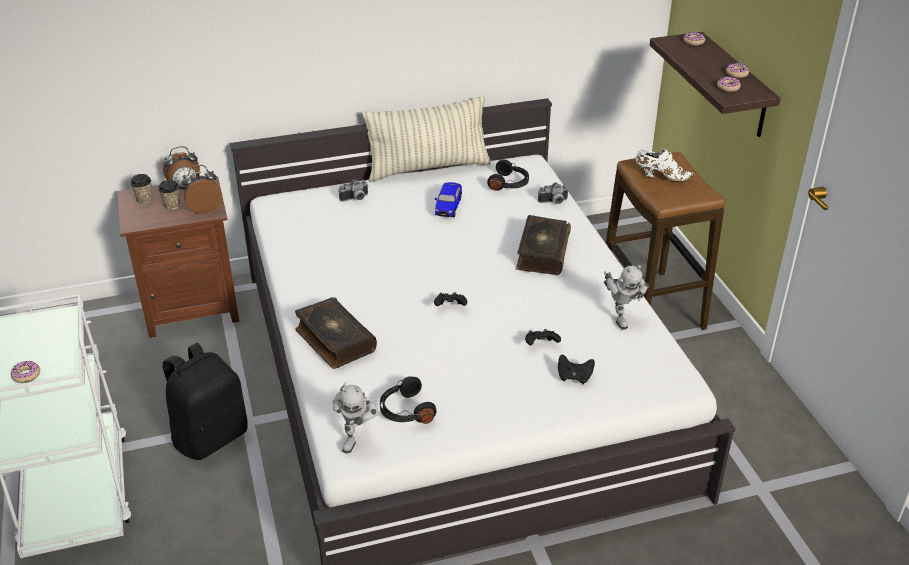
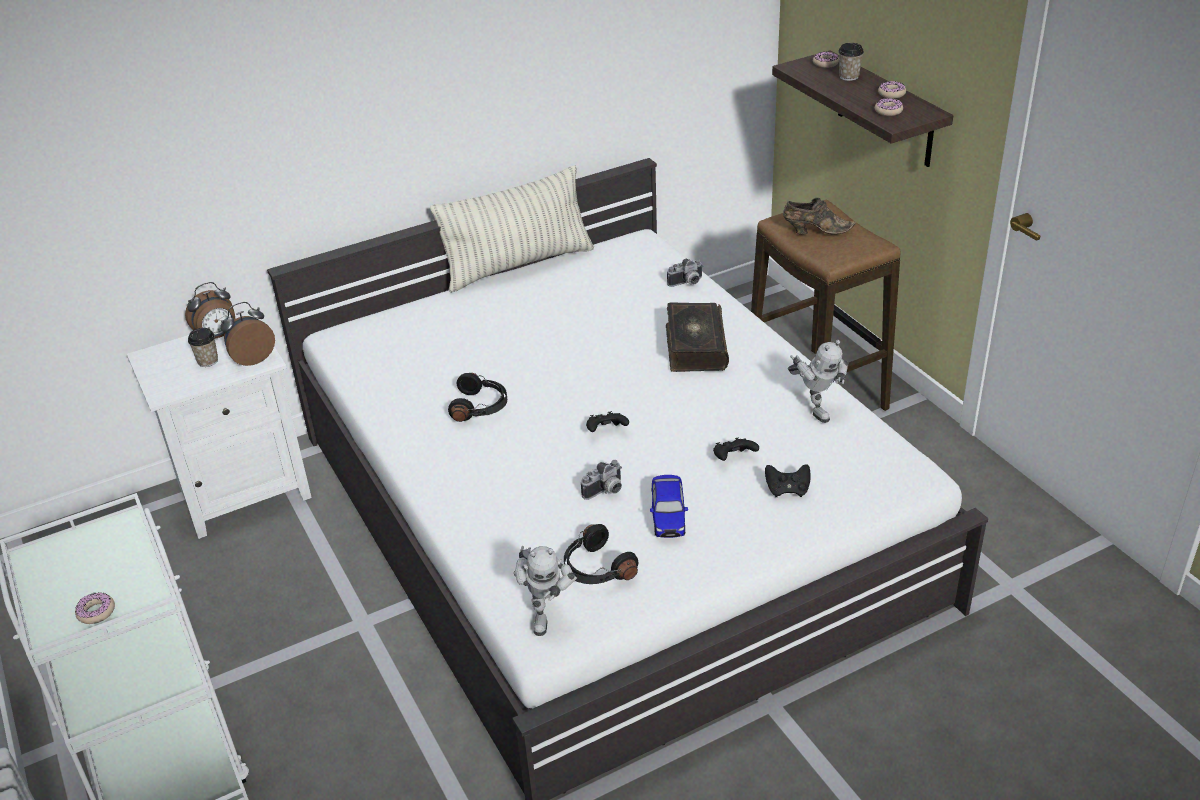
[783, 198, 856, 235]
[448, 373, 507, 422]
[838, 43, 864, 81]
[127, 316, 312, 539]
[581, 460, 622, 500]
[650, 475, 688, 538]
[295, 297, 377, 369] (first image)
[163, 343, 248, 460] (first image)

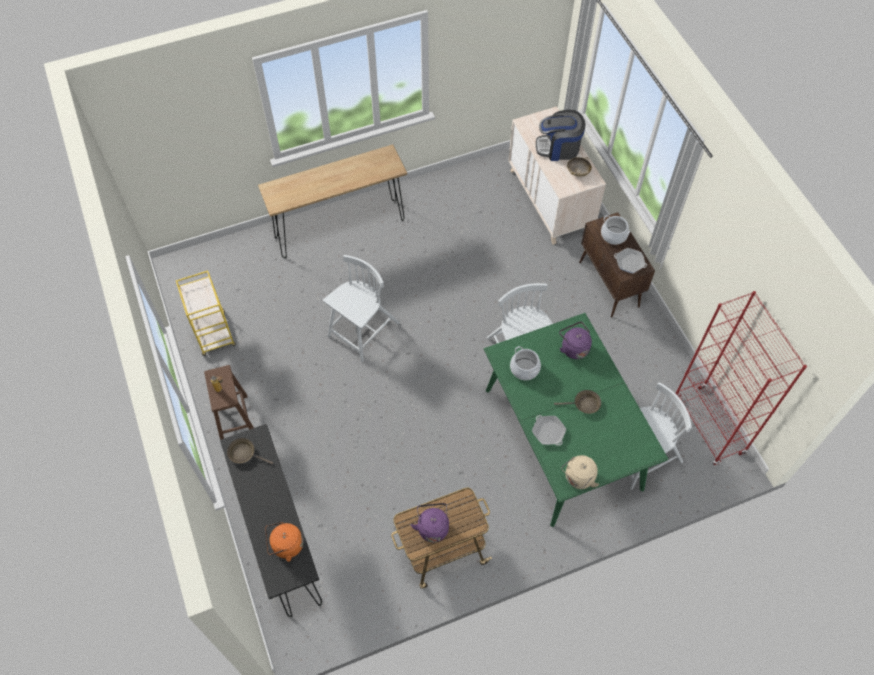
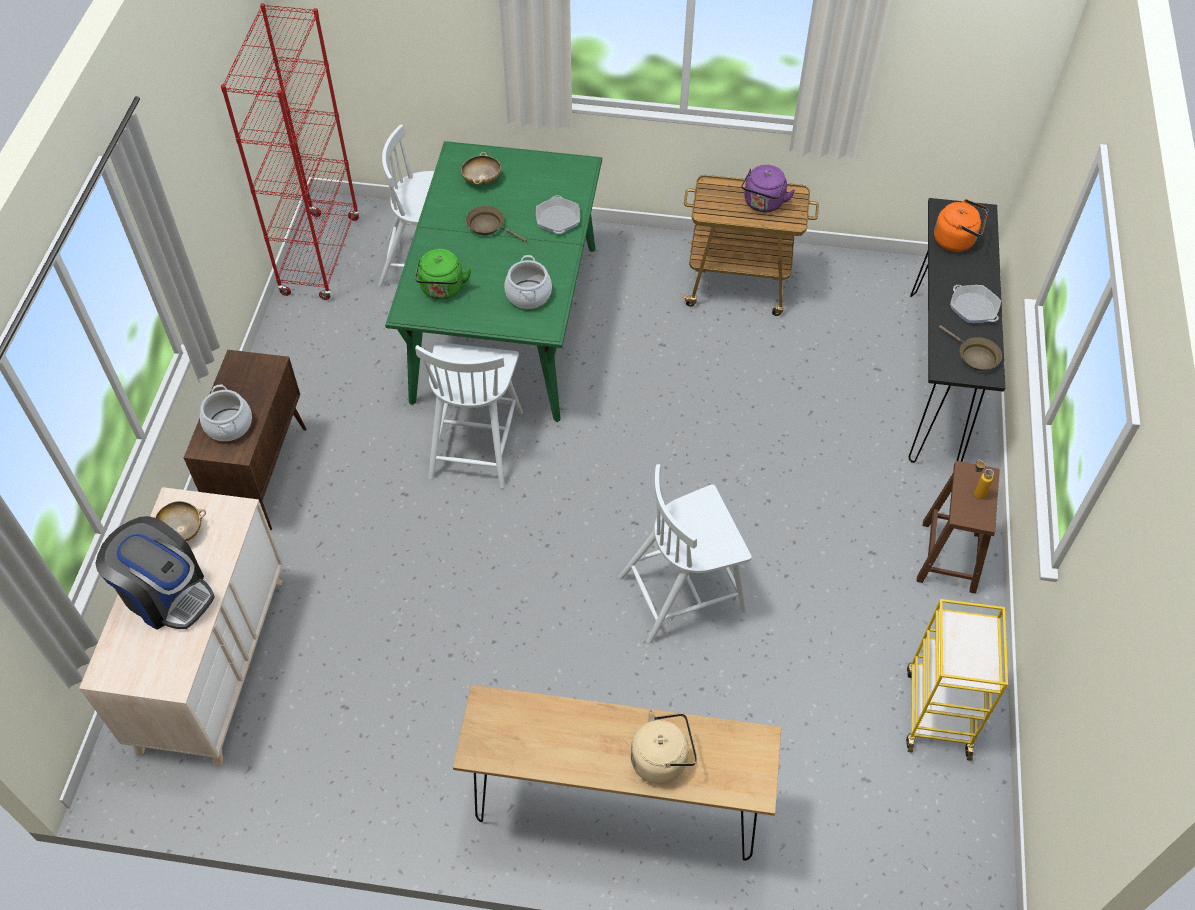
[950, 285, 1001, 323]
[415, 249, 472, 300]
[631, 709, 697, 784]
[461, 152, 501, 185]

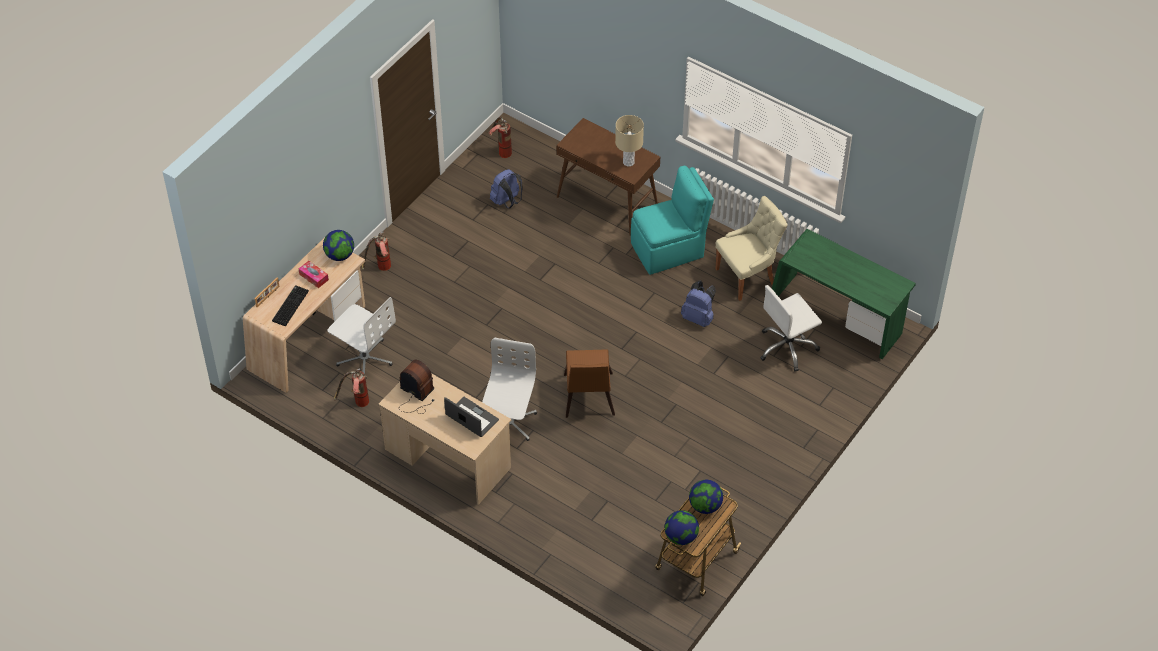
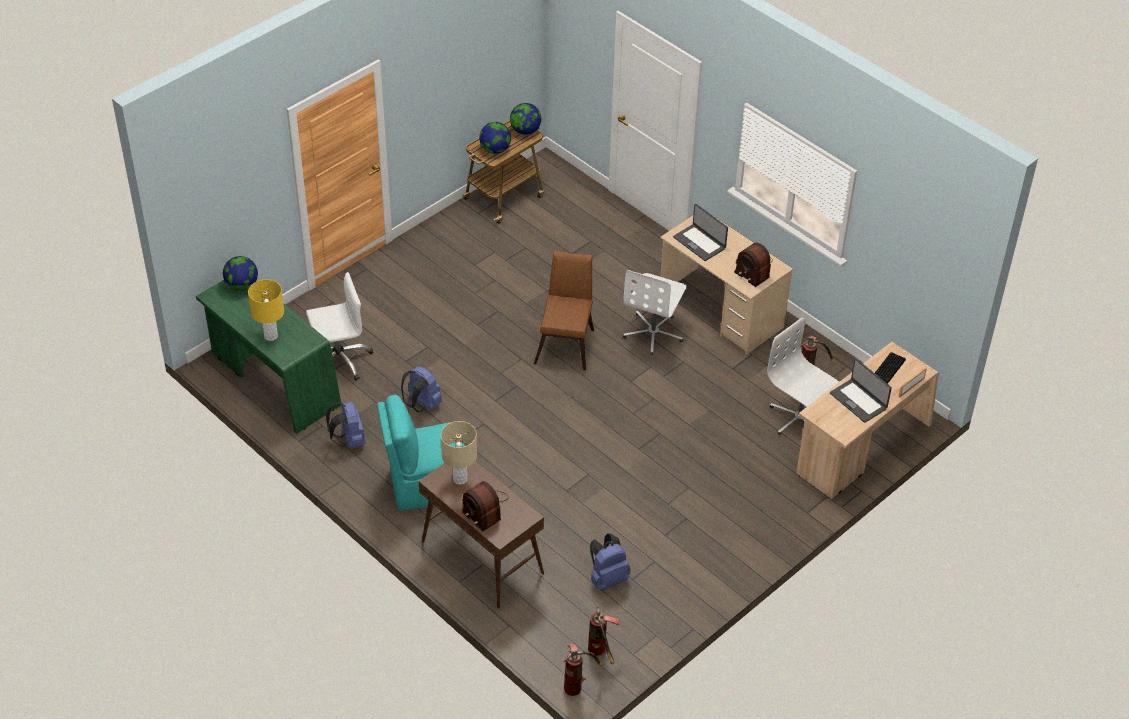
[326, 402, 366, 448]
[223, 256, 258, 291]
[563, 644, 604, 696]
[830, 358, 892, 423]
[248, 279, 284, 341]
[462, 481, 509, 531]

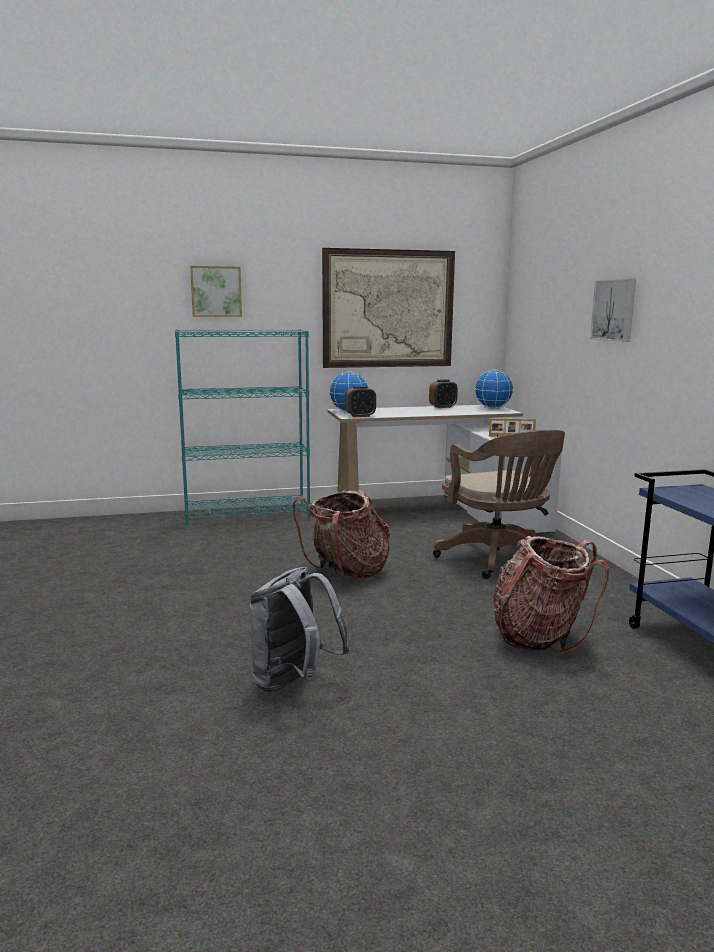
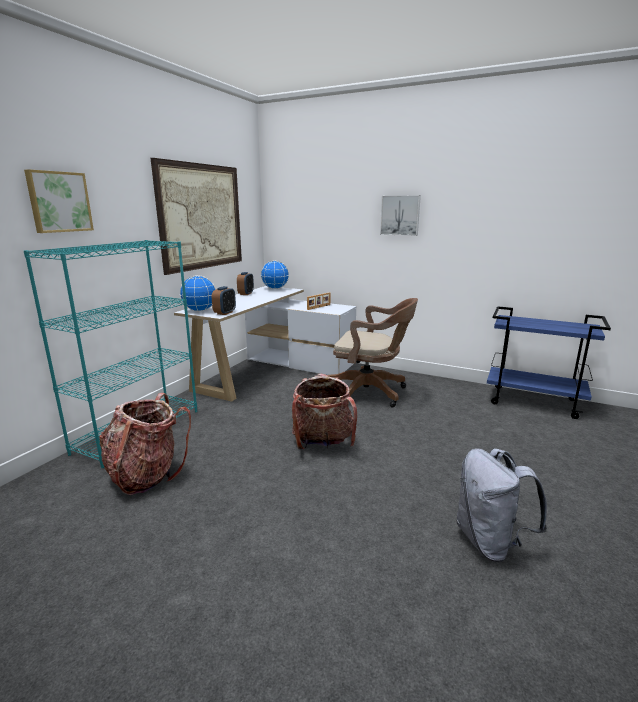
[99, 393, 191, 495]

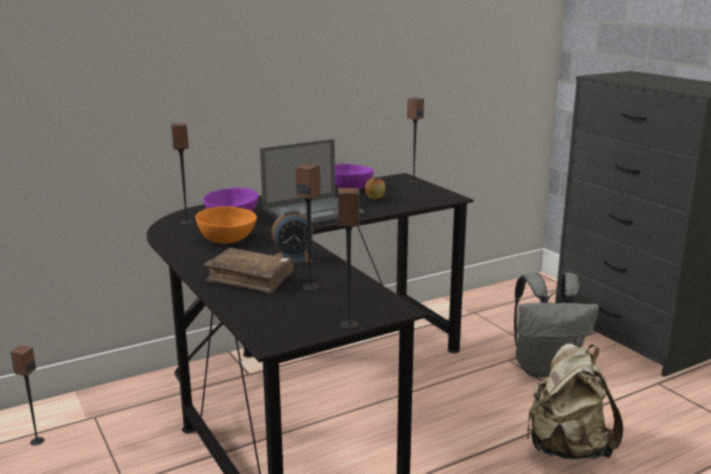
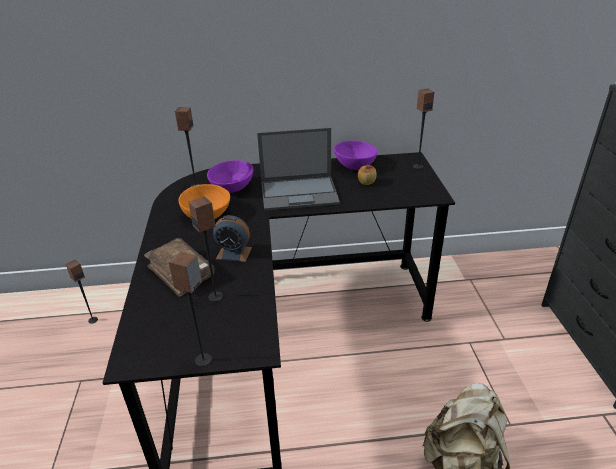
[514, 273, 599, 377] (first image)

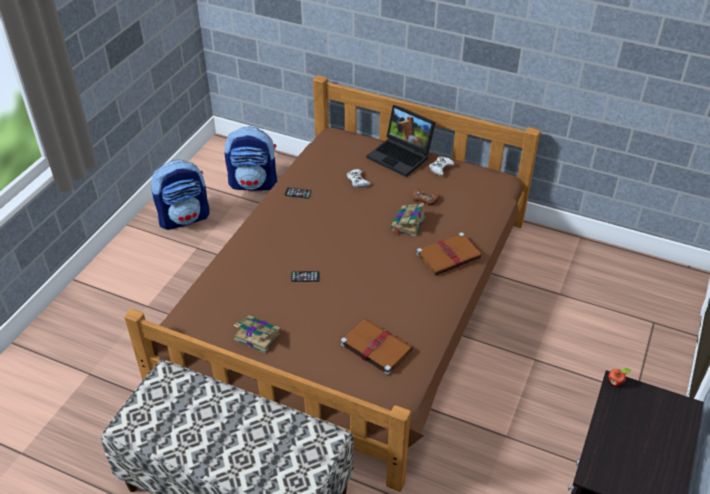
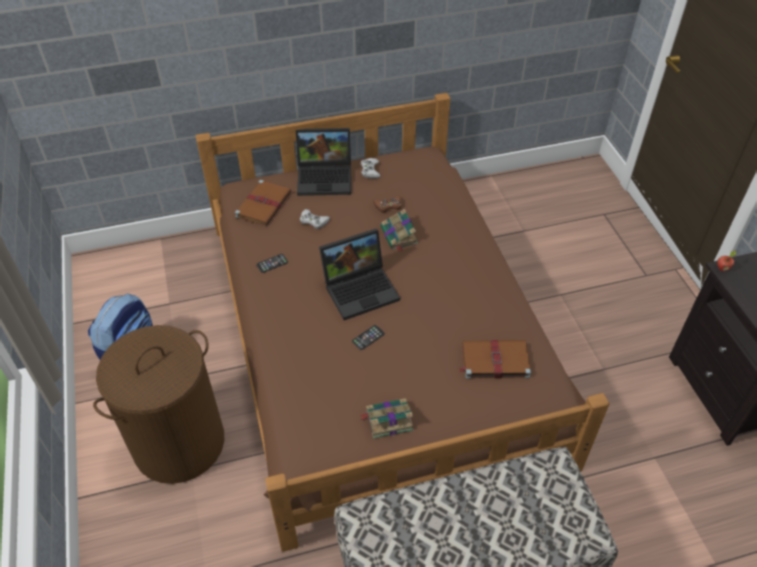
[225, 126, 278, 191] (first image)
[235, 180, 291, 226]
[319, 229, 400, 320]
[93, 325, 225, 484]

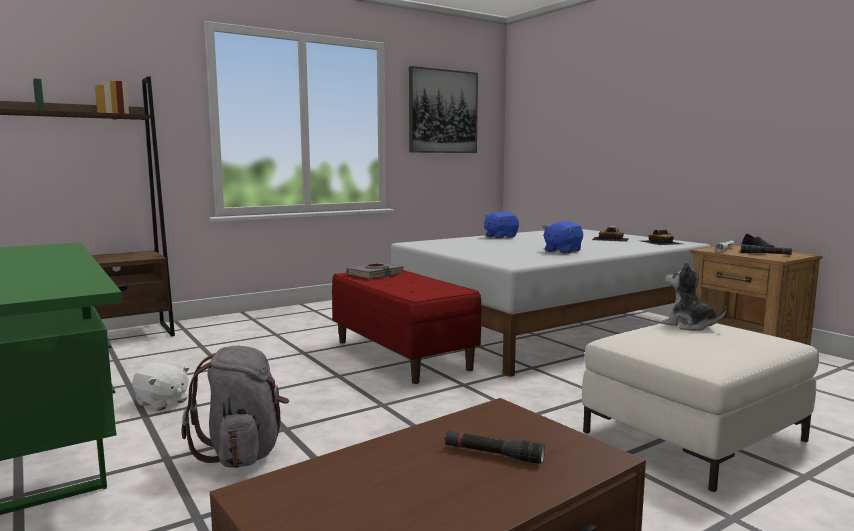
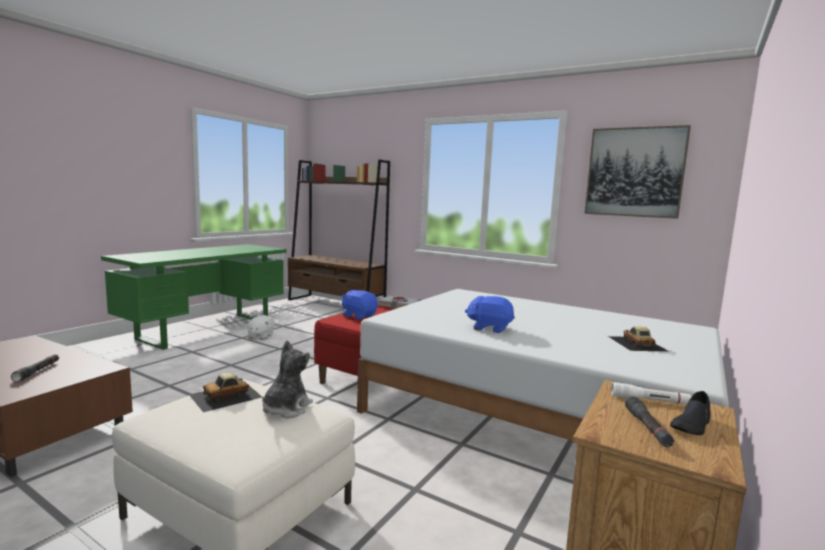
[342, 290, 378, 320]
[189, 373, 262, 412]
[182, 346, 289, 468] (first image)

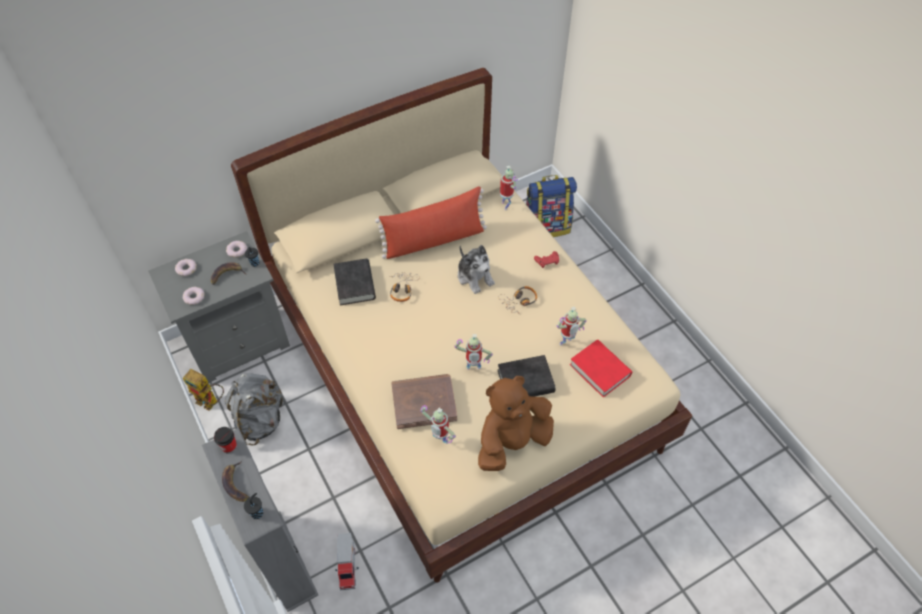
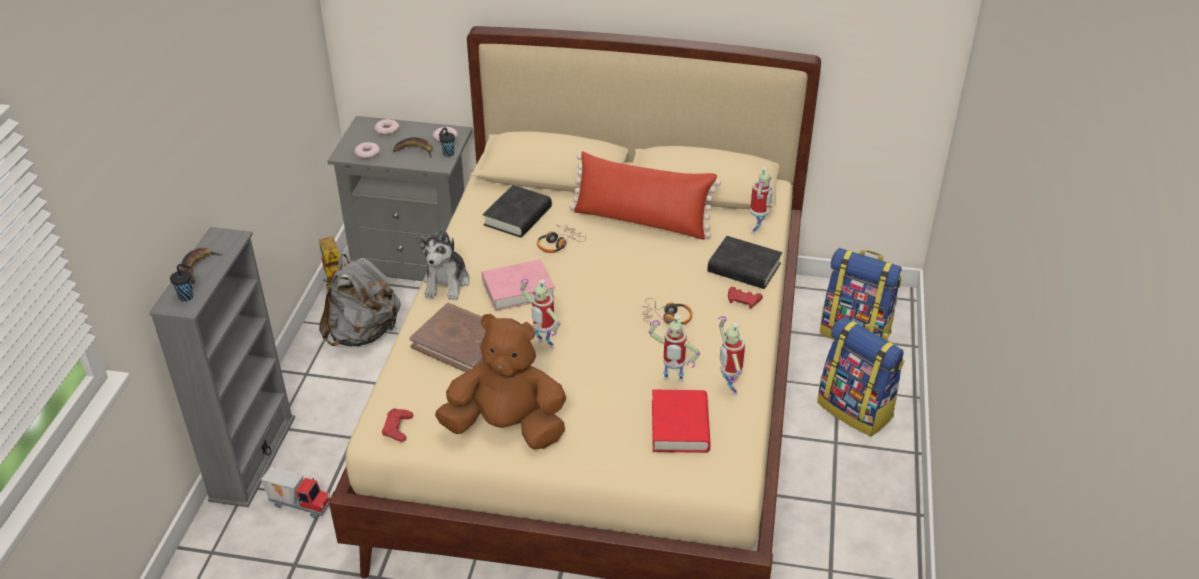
[416, 229, 470, 300]
[707, 236, 782, 289]
[718, 316, 745, 396]
[214, 427, 237, 454] (first image)
[261, 467, 330, 518]
[482, 259, 555, 311]
[817, 317, 905, 436]
[382, 409, 413, 442]

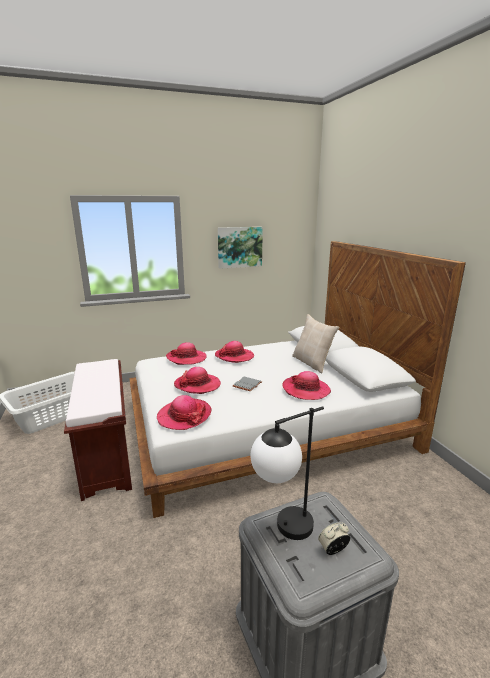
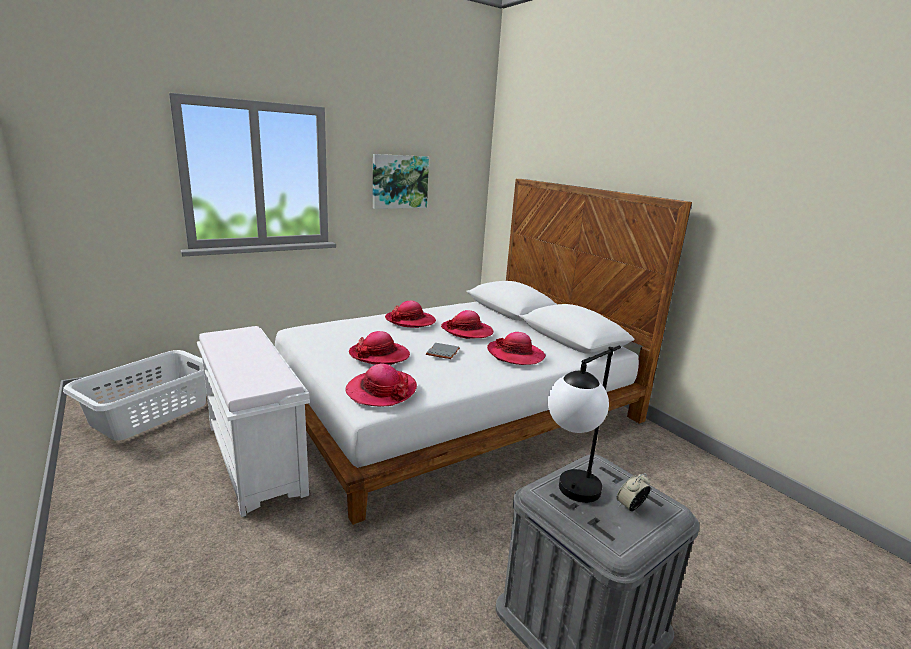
[292, 314, 339, 373] (first image)
[441, 310, 494, 339]
[197, 326, 310, 517]

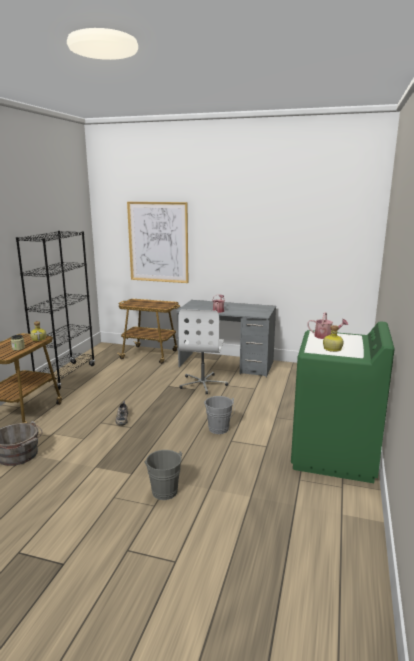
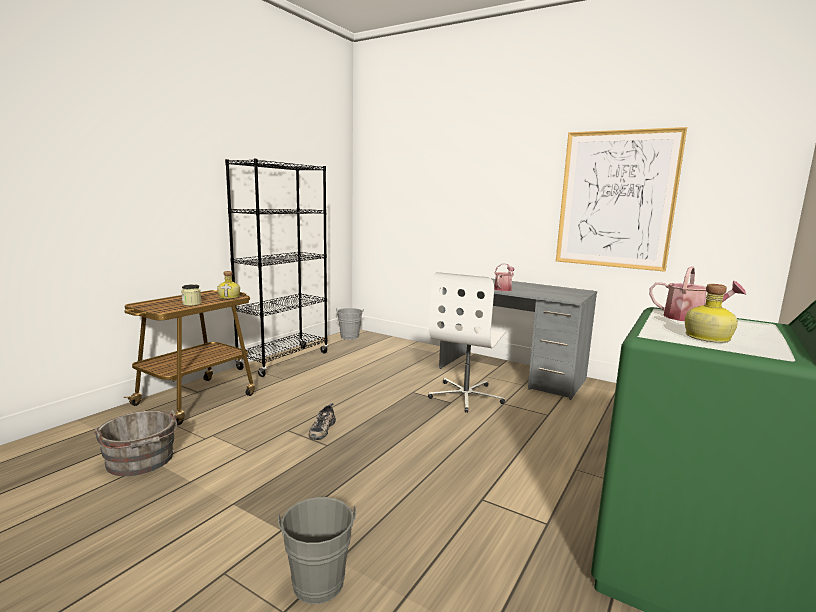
[556, 127, 687, 272]
[118, 299, 180, 364] (first image)
[336, 308, 363, 340]

